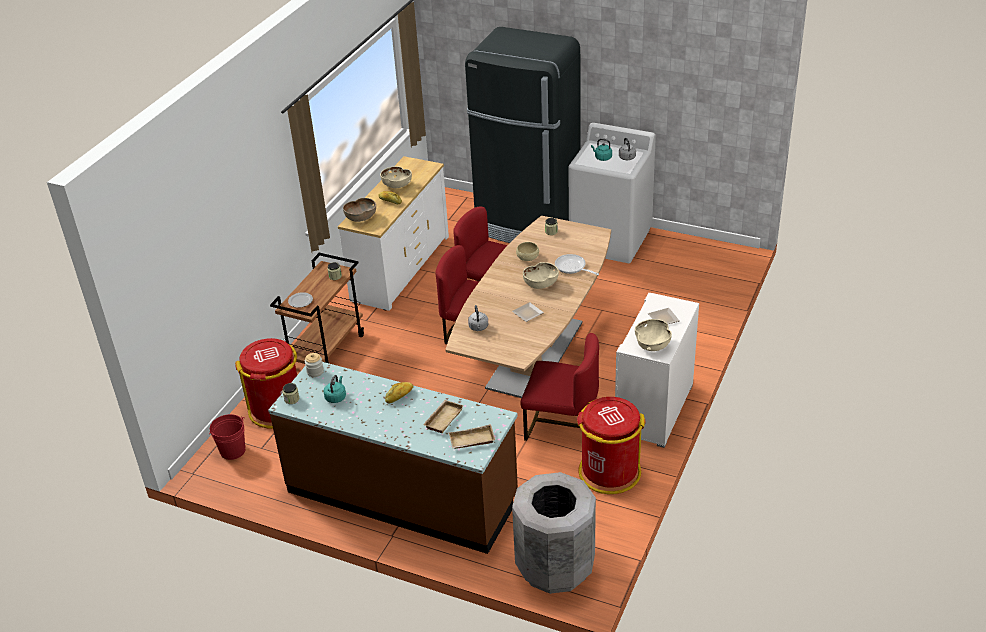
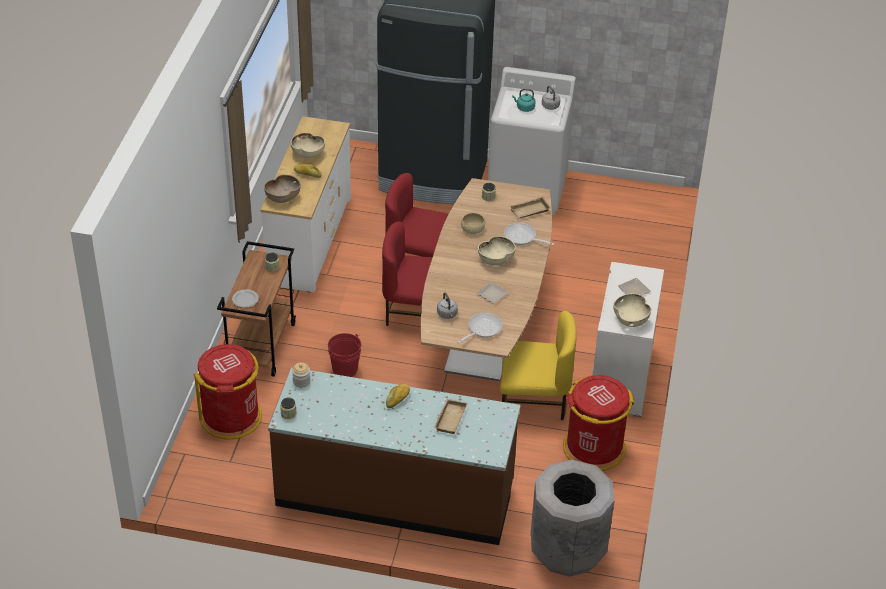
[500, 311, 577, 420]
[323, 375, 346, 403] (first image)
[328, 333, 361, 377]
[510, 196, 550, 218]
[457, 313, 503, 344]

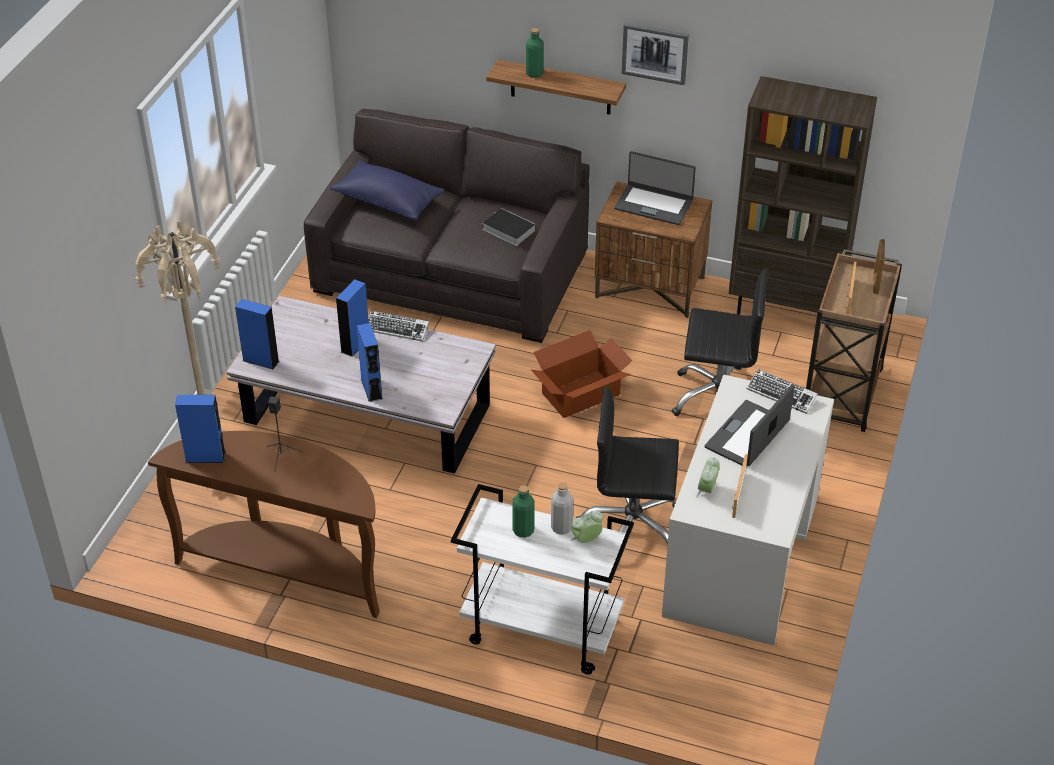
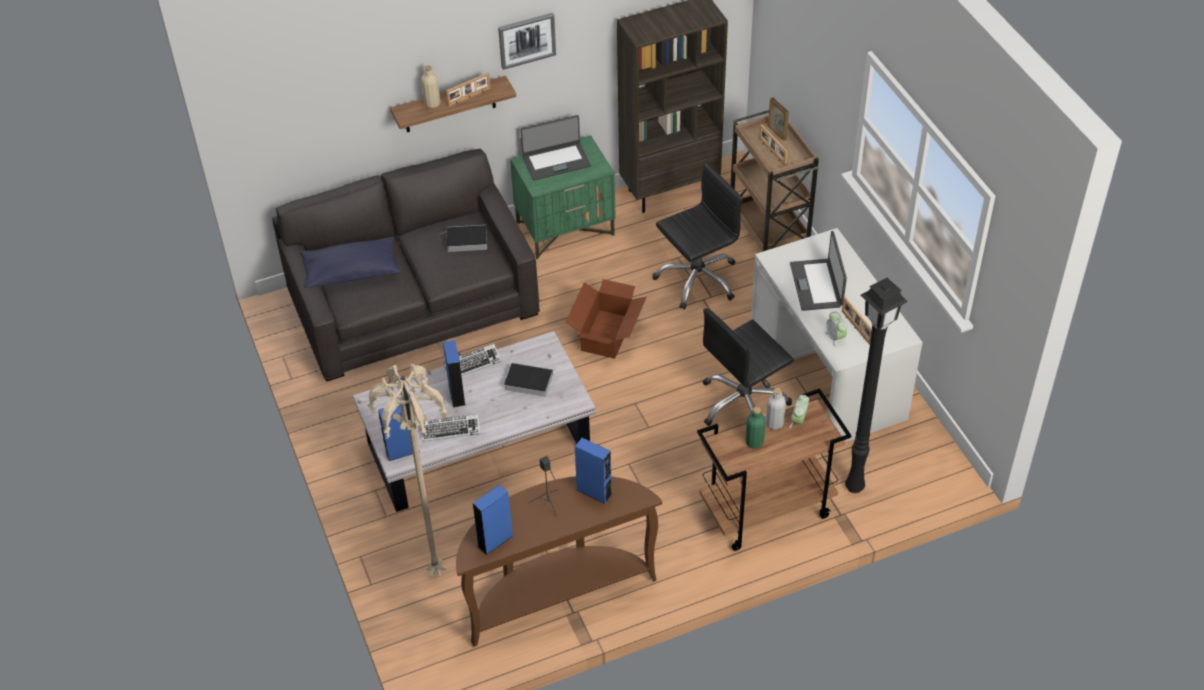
[421, 65, 440, 108]
[510, 135, 616, 259]
[575, 438, 612, 504]
[422, 414, 480, 442]
[697, 389, 851, 551]
[446, 73, 491, 107]
[845, 278, 908, 493]
[503, 363, 553, 397]

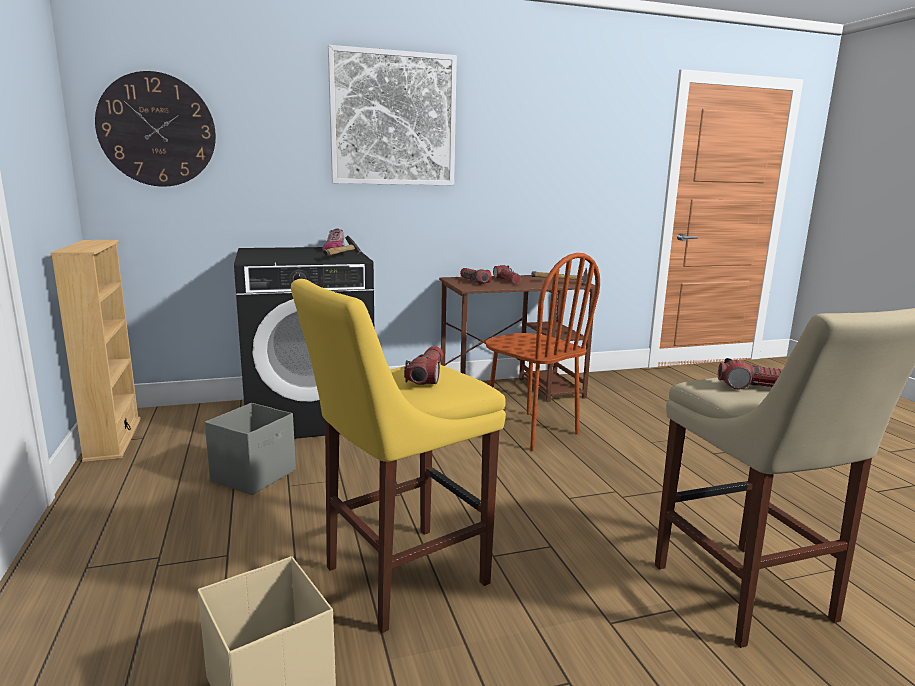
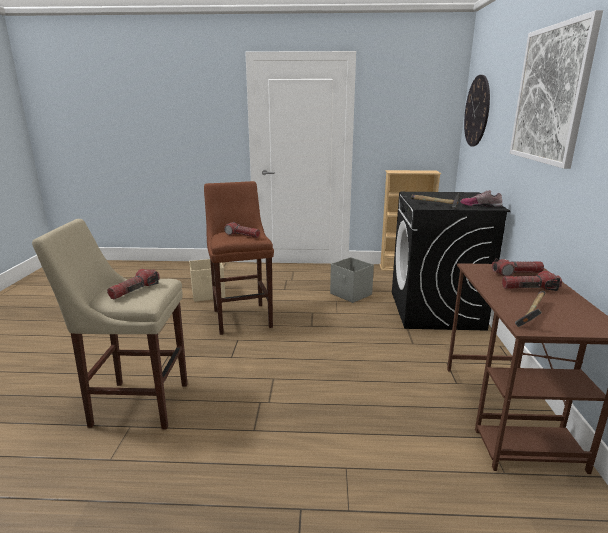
[485, 253, 600, 451] (first image)
[204, 181, 274, 335]

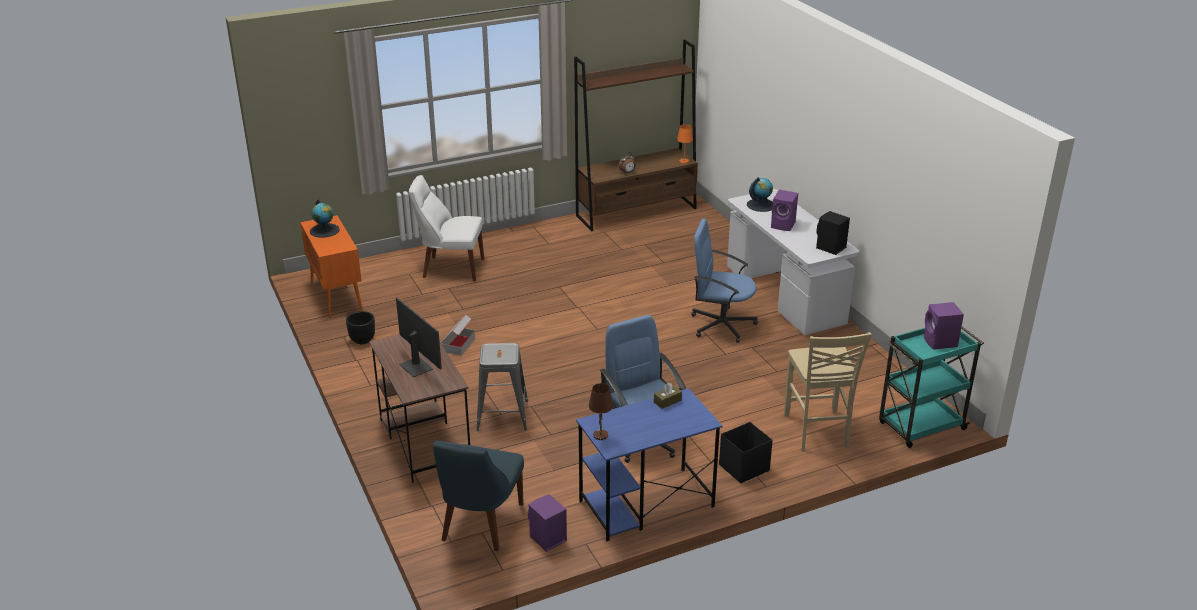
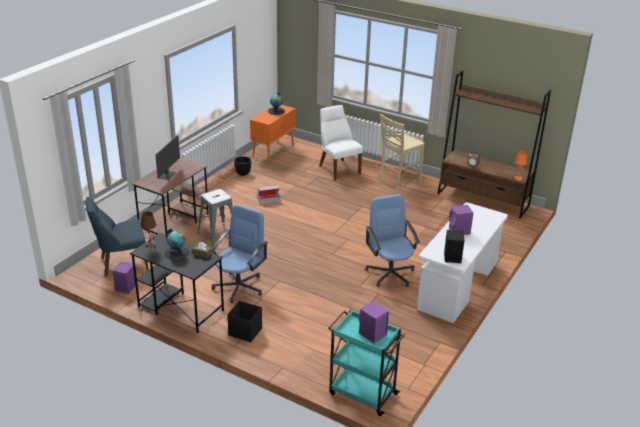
[165, 229, 189, 260]
[379, 114, 425, 190]
[130, 233, 224, 333]

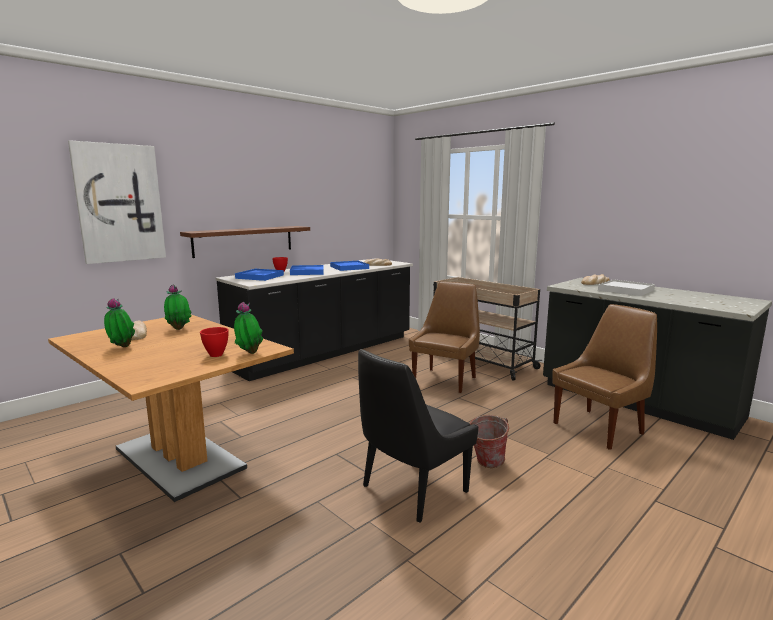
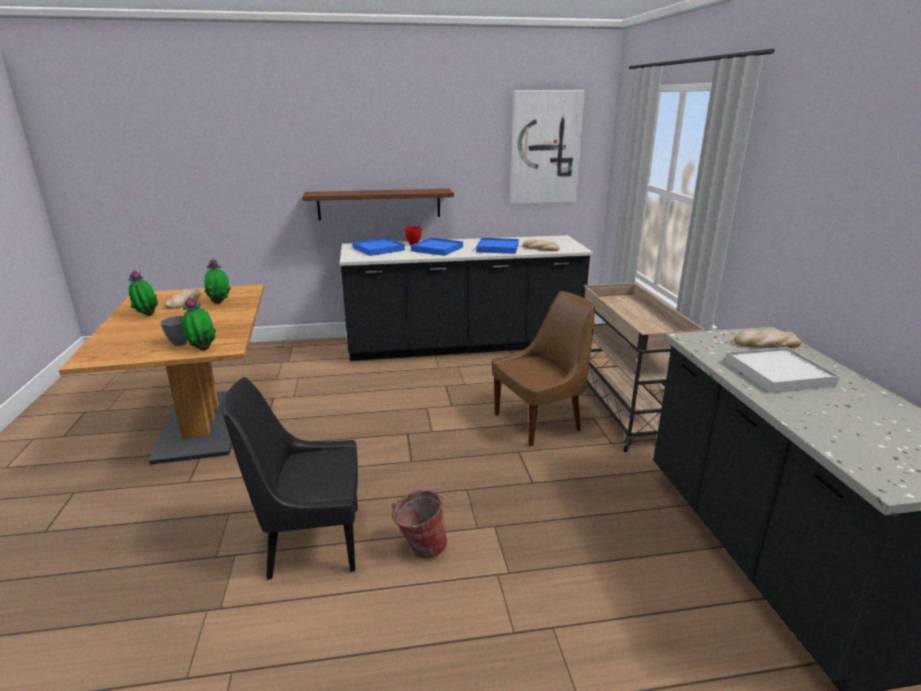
[510, 90, 585, 204]
[552, 304, 657, 450] (first image)
[160, 316, 188, 346]

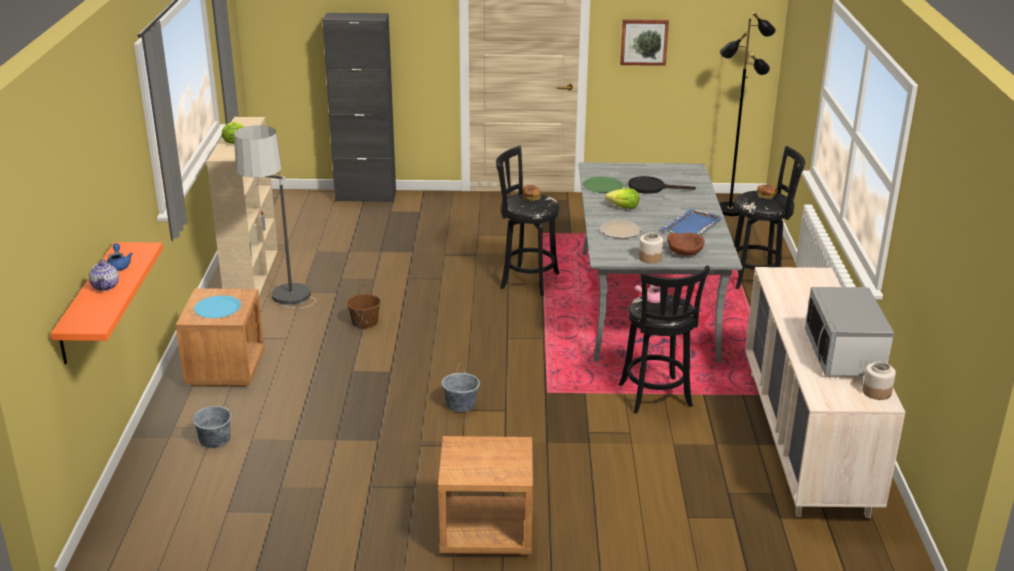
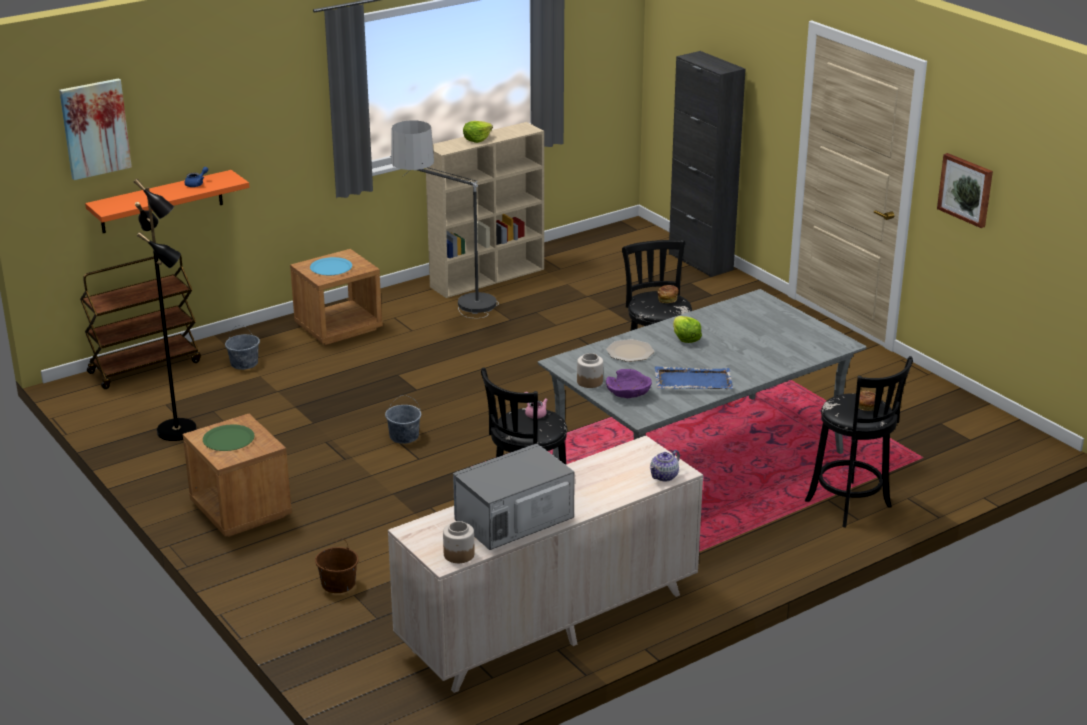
[134, 179, 197, 441]
[203, 425, 254, 451]
[628, 176, 696, 194] (first image)
[606, 369, 652, 398]
[650, 450, 680, 482]
[315, 539, 359, 593]
[59, 78, 132, 180]
[80, 251, 201, 389]

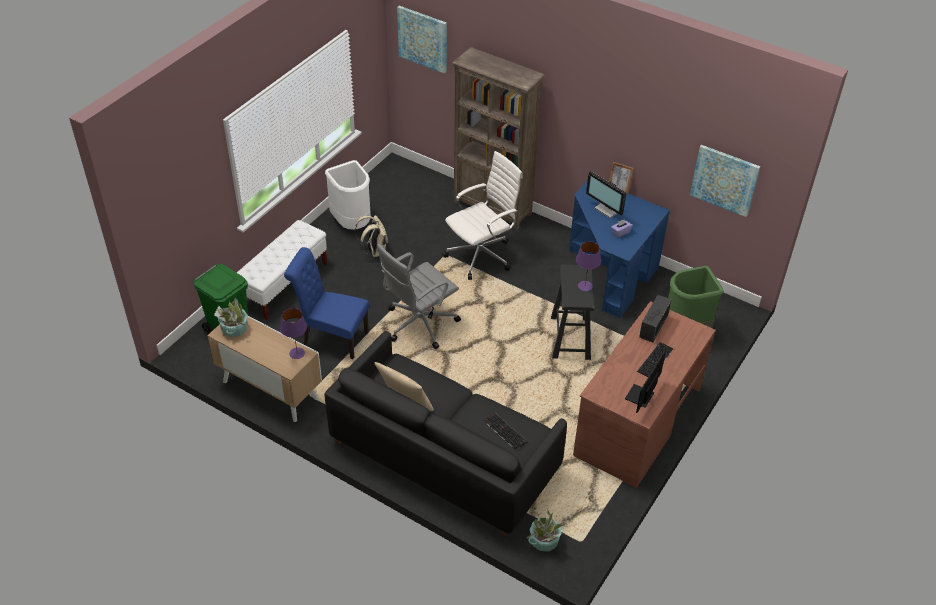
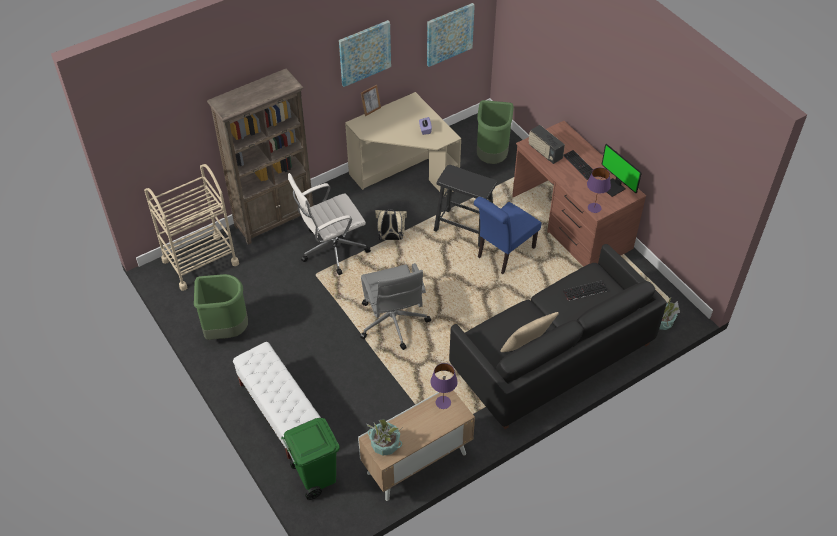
[339, 20, 391, 87]
[288, 173, 371, 275]
[194, 274, 248, 340]
[586, 171, 626, 219] (first image)
[345, 92, 461, 197]
[375, 209, 407, 240]
[587, 167, 611, 213]
[474, 197, 541, 274]
[144, 164, 239, 291]

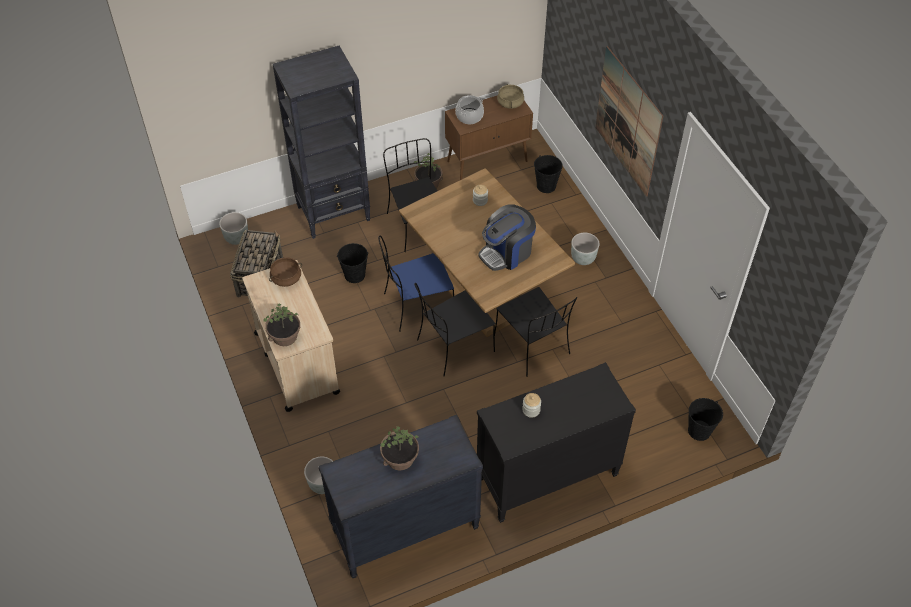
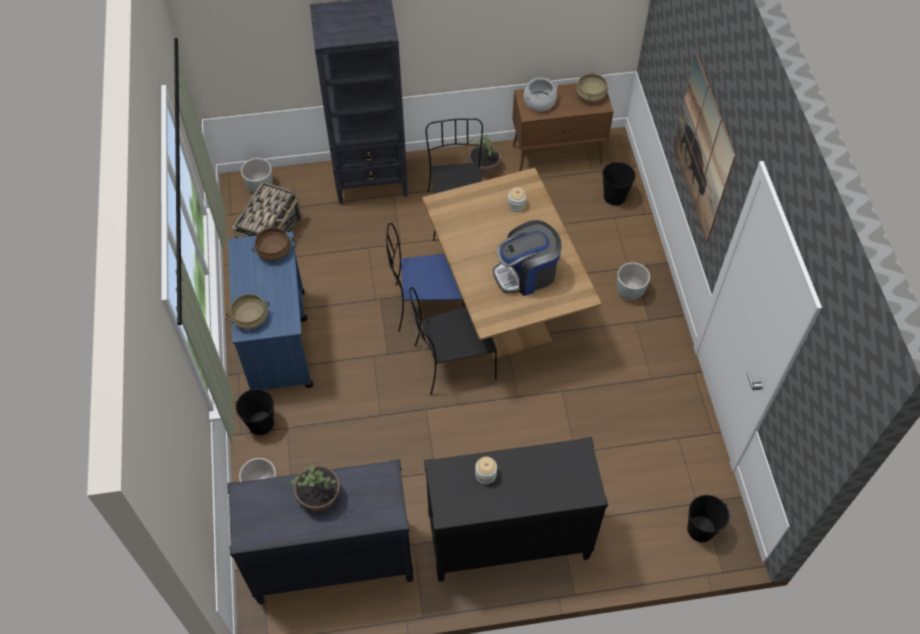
[235, 389, 274, 435]
[228, 231, 313, 390]
[495, 287, 577, 377] (first image)
[226, 294, 270, 330]

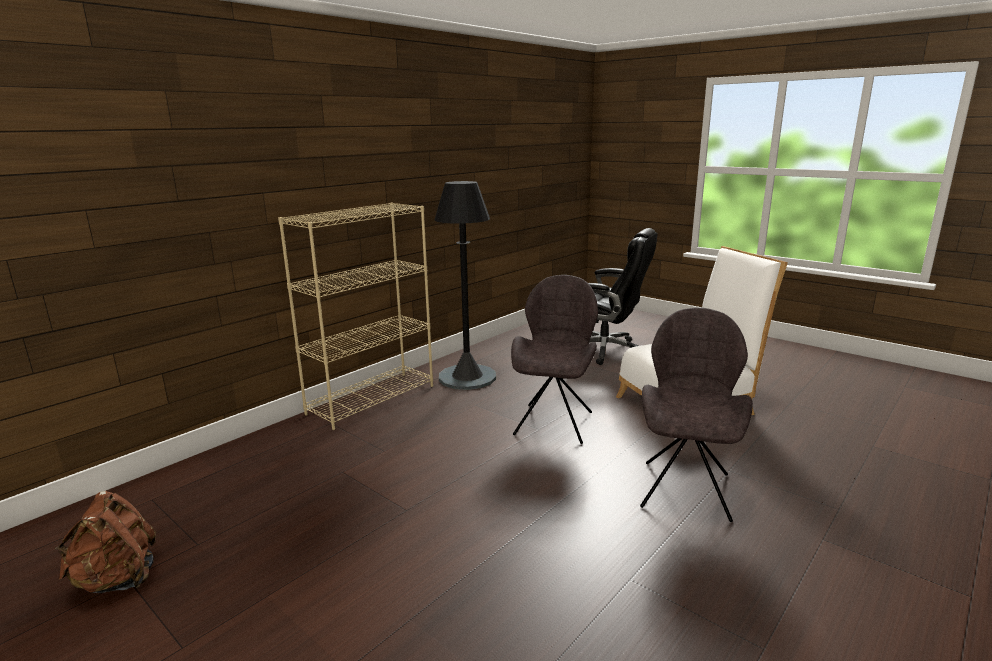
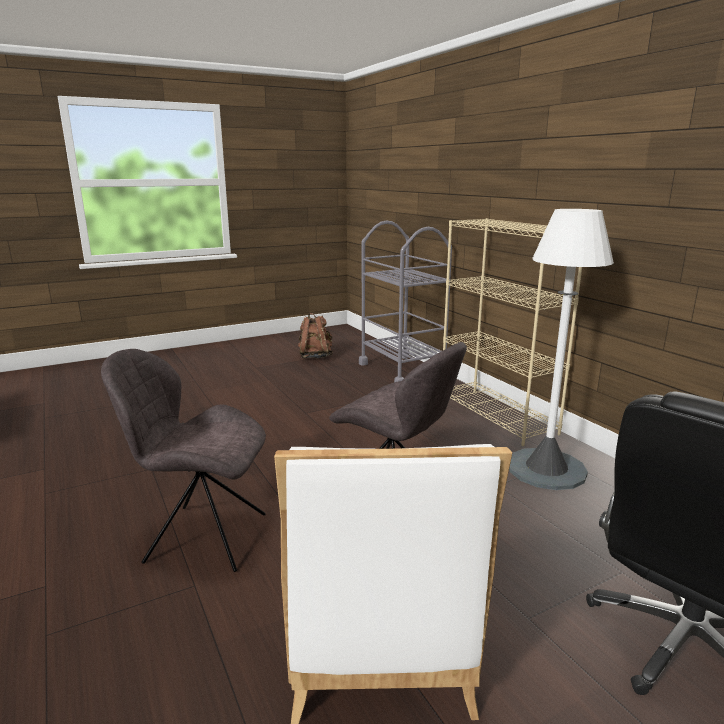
[509, 209, 614, 490]
[101, 349, 266, 572]
[359, 221, 452, 382]

